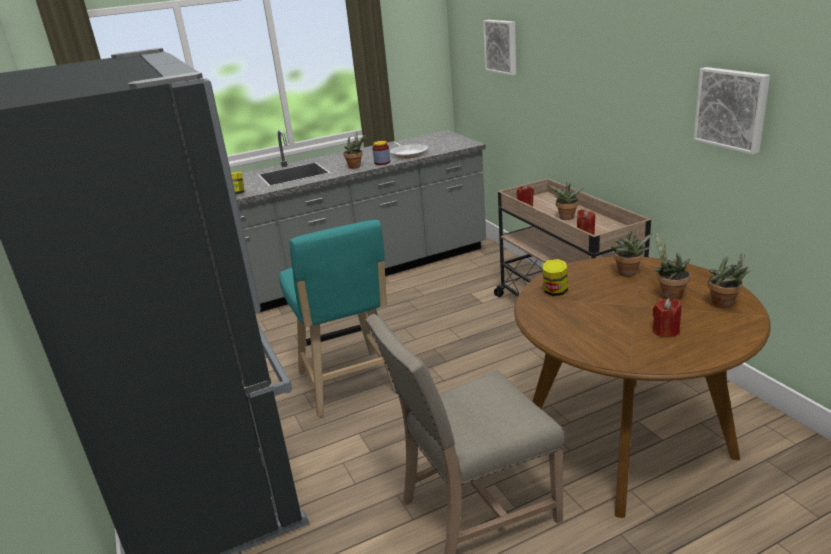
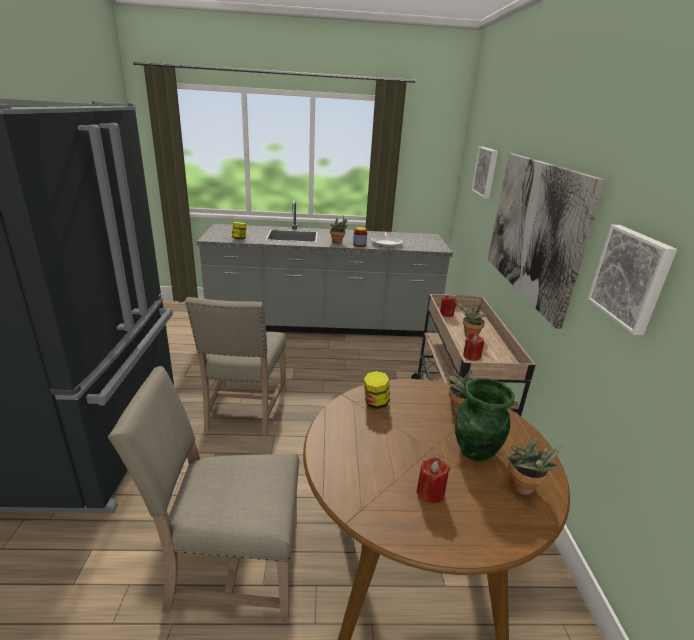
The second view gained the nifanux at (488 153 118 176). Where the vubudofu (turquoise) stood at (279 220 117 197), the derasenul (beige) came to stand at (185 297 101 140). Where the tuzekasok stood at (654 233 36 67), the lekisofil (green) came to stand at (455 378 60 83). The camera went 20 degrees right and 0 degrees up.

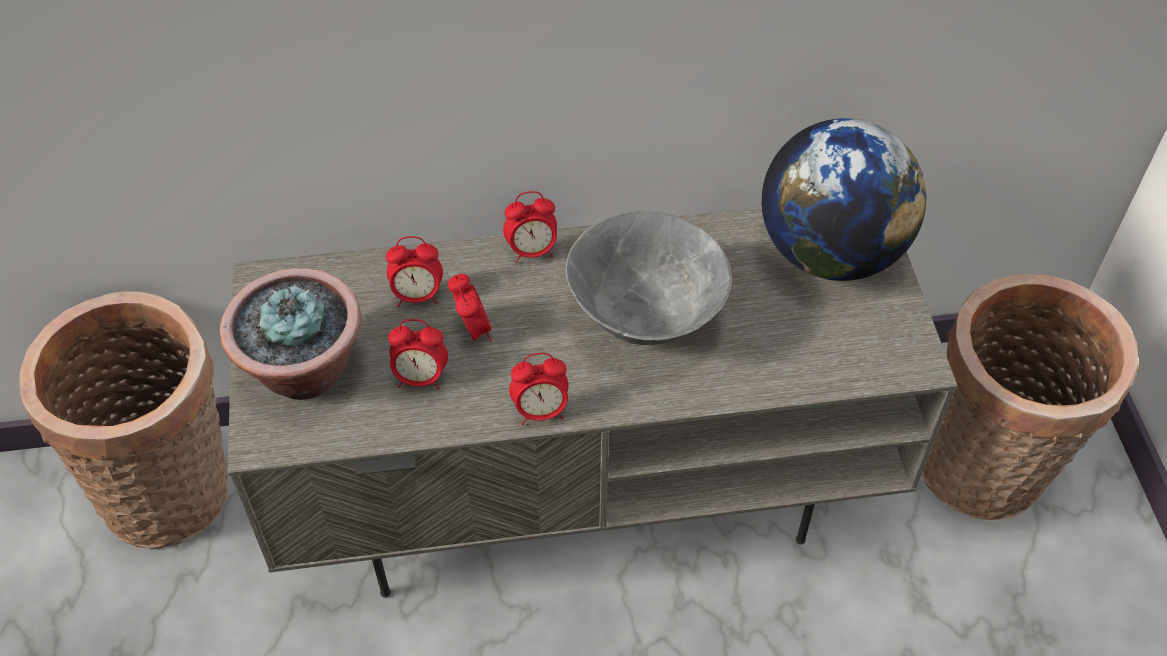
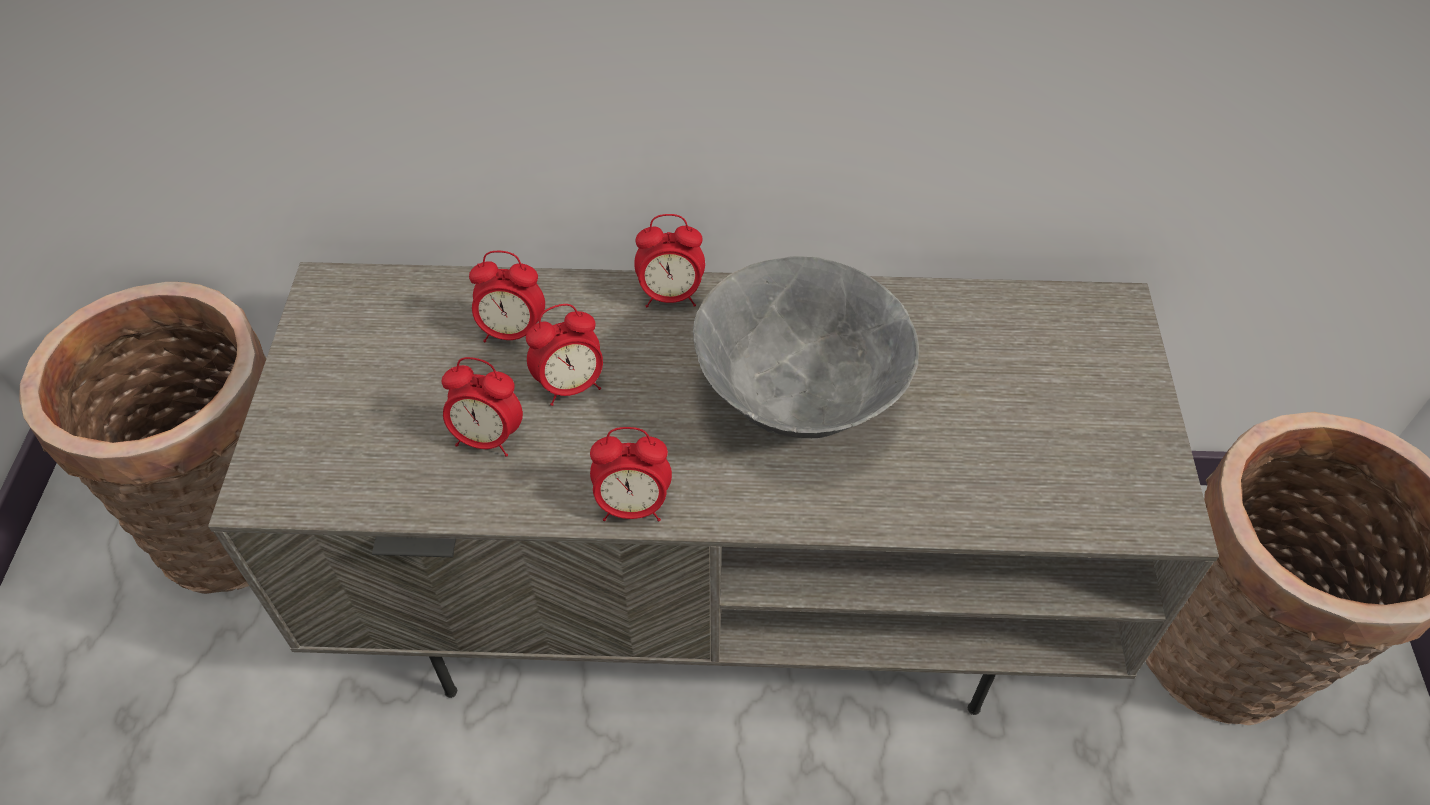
The second view lost the tuzekasok at (220 268 141 132). The second view lost the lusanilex at (762 118 164 163). The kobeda at (448 274 44 68) ended up facing another way, 75 degrees clockwise from before. The camera went 10 degrees right and 0 degrees up.

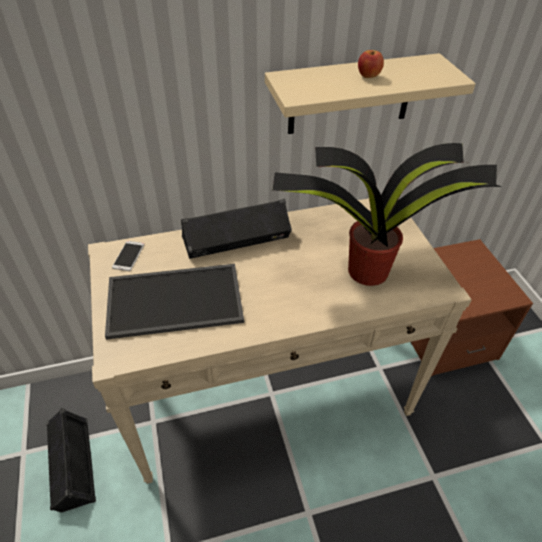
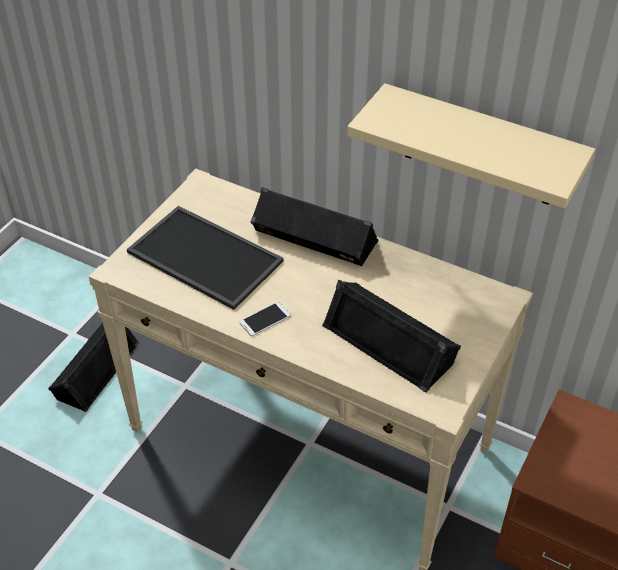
The second view lost the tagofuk at (358 50 26 28). The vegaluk ended up elsewhere, having gone from (112 241 32 30) to (240 302 51 34). Where the tuzekasok stood at (273 143 228 143), the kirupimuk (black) came to stand at (322 280 139 113). The camera went 45 degrees right and 0 degrees up.

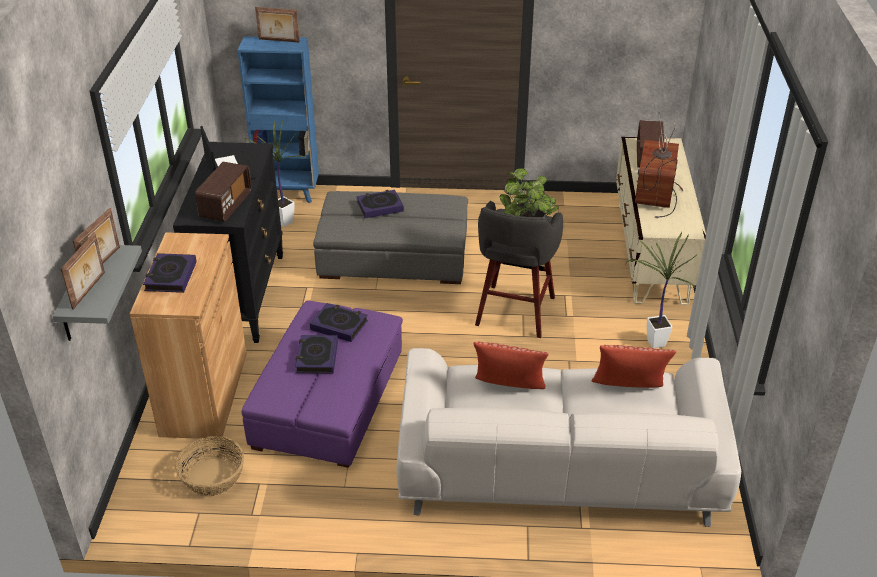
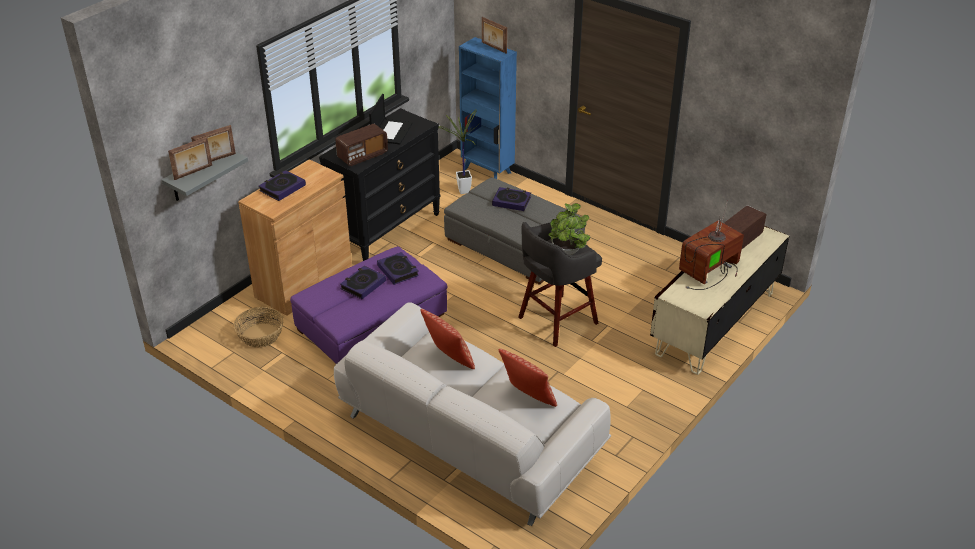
The second view lost the tuzekasok at (625 232 73 116). The camera went 35 degrees right and 0 degrees up.

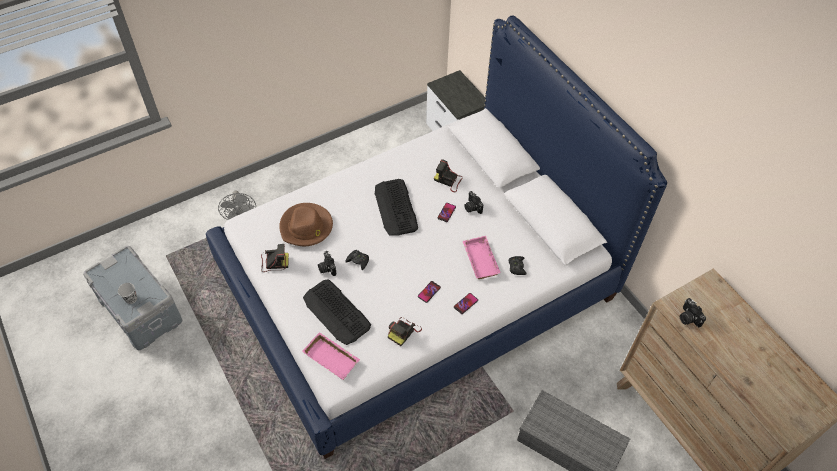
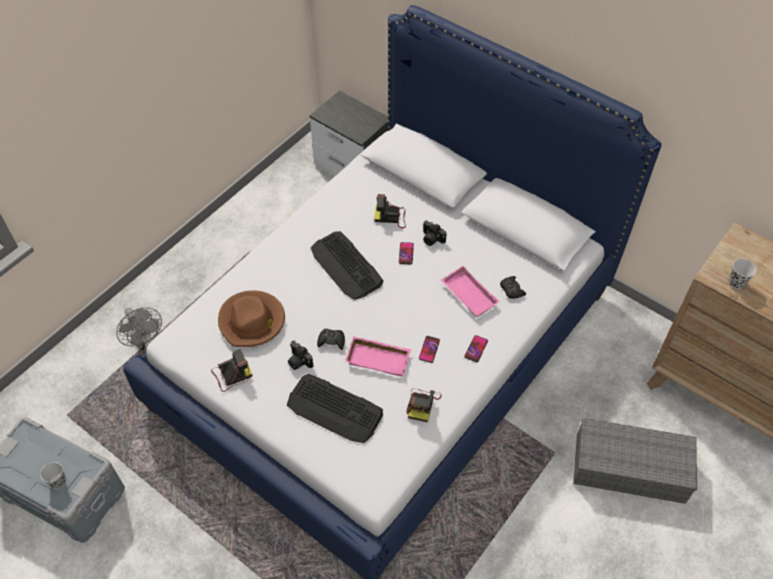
The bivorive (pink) ended up elsewhere, having gone from (302 332 58 48) to (345 336 66 40). Where the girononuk stood at (680 298 26 29), the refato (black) came to stand at (729 259 27 30). The camera went 20 degrees left and 0 degrees up.

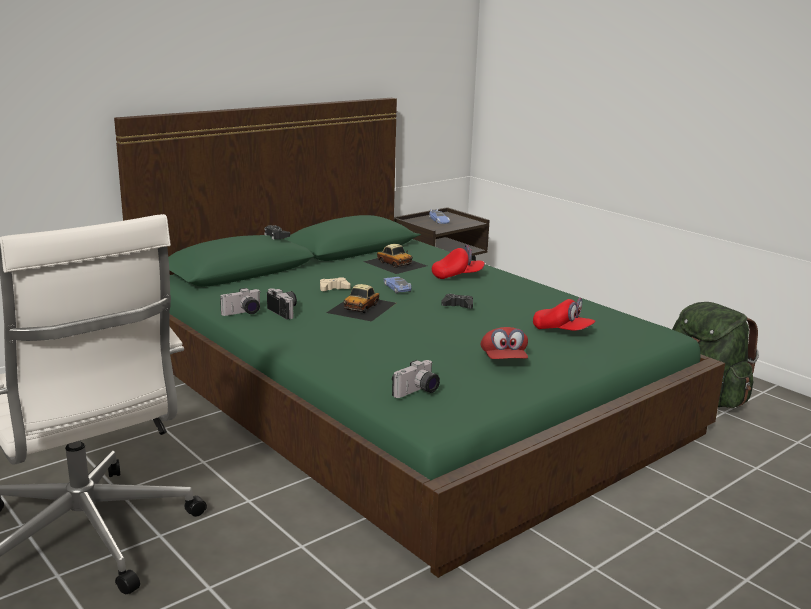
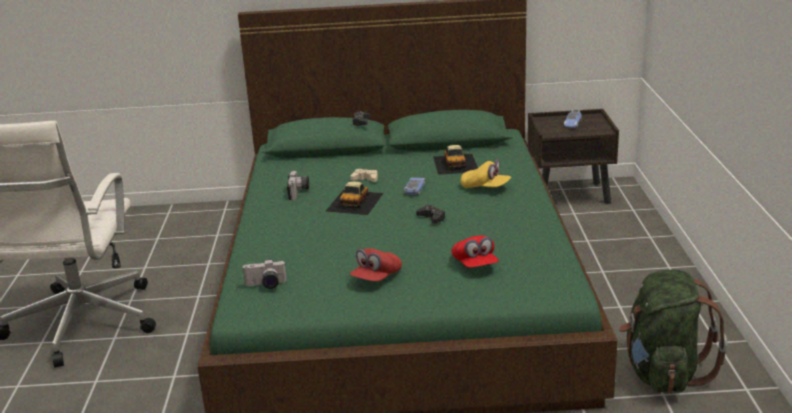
The second view lost the girononuk at (220 288 41 28). What was the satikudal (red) at (432 245 53 34) turned into the satikudal (yellow) at (461 159 50 29). The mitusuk at (326 284 70 38) ended up facing another way, 45 degrees counterclockwise from before. The camera went 40 degrees right and 5 degrees up.

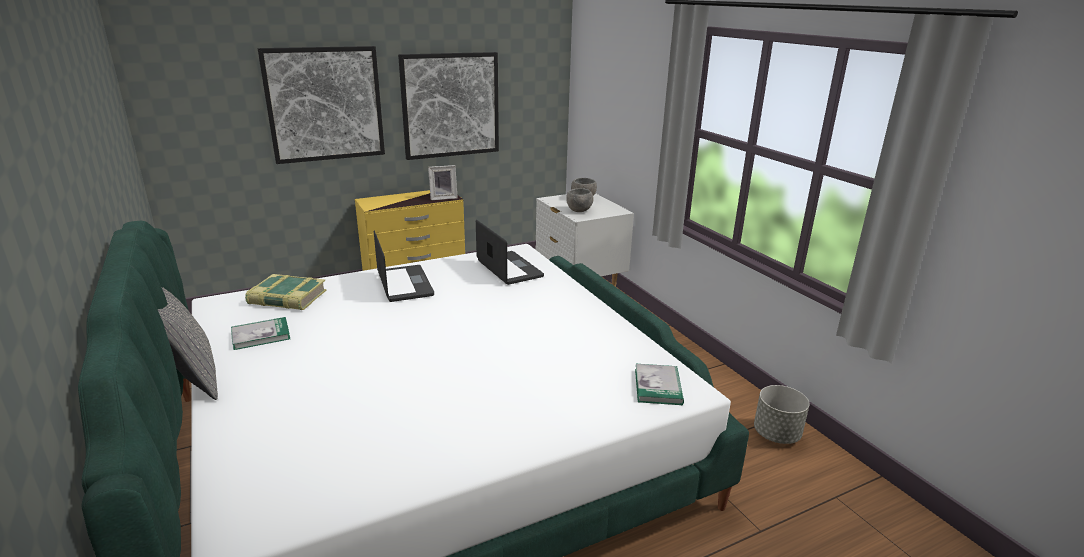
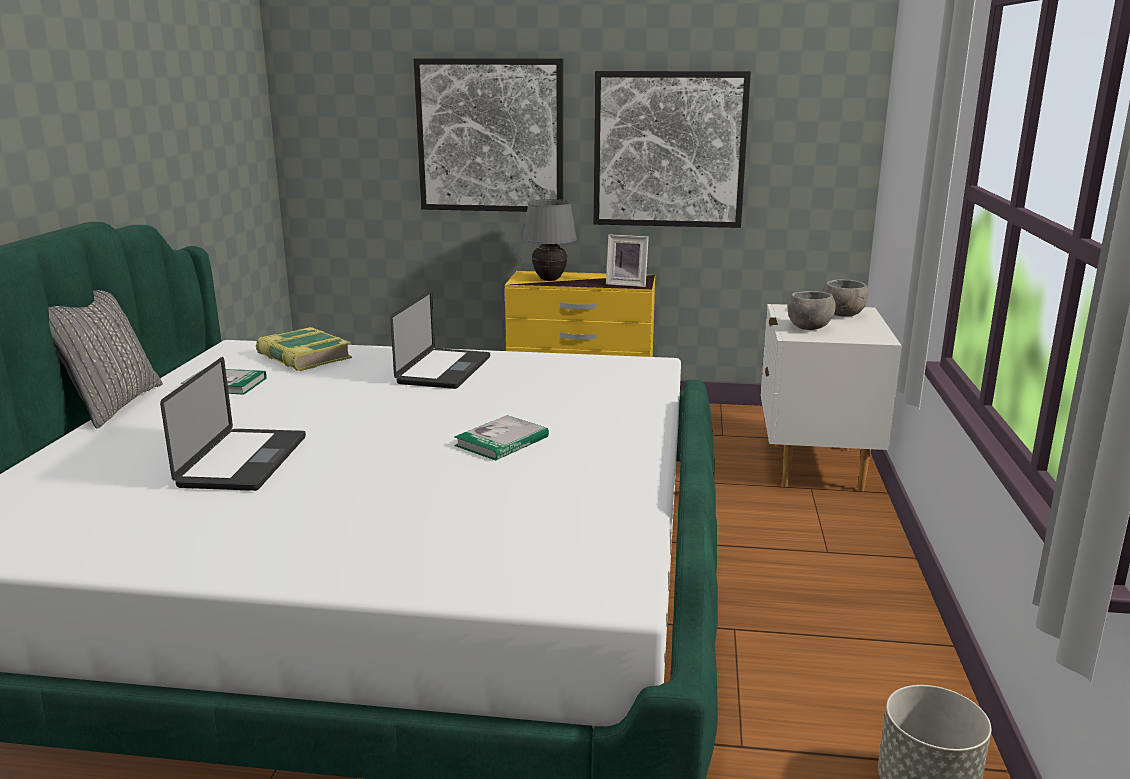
The second view gained the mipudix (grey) at (522 199 55 82). The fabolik ended up elsewhere, having gone from (476 220 68 65) to (160 357 146 134). The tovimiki ended up elsewhere, having gone from (635 364 49 41) to (454 415 95 46). The camera went 35 degrees right and 5 degrees down.

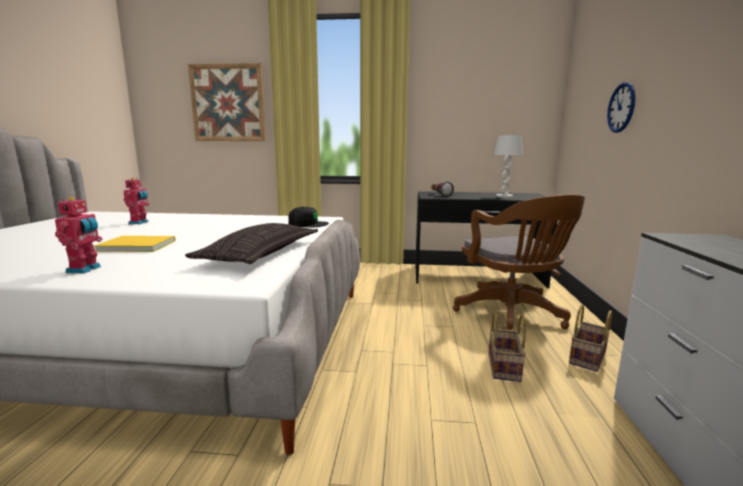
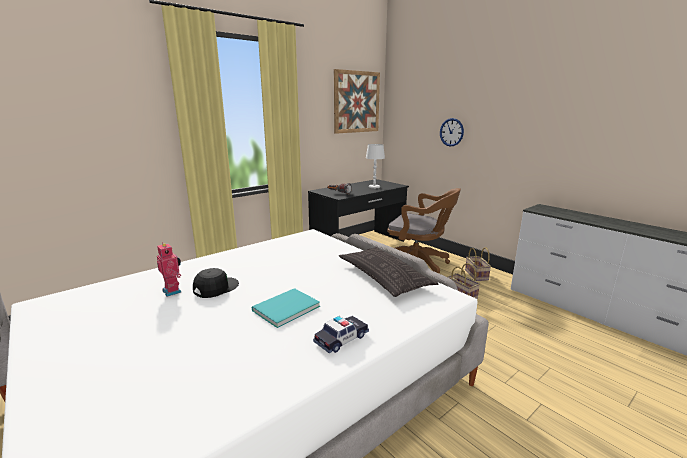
The nifanux ended up elsewhere, having gone from (188 63 78 78) to (334 69 46 65). The satikudal (black) ended up elsewhere, having gone from (288 207 41 20) to (193 268 46 30). Where the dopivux stood at (55 197 48 76), the mitusuk came to stand at (313 316 56 37). What was the tovimiki (yellow) at (94 236 82 16) turned into the tovimiki (turquoise) at (252 288 68 40). The camera went 45 degrees left and 5 degrees up.

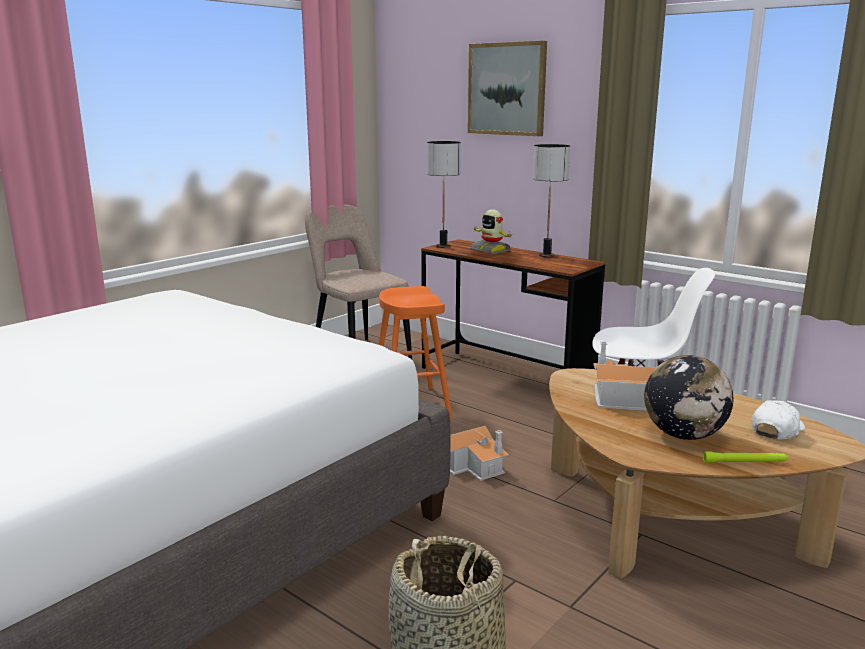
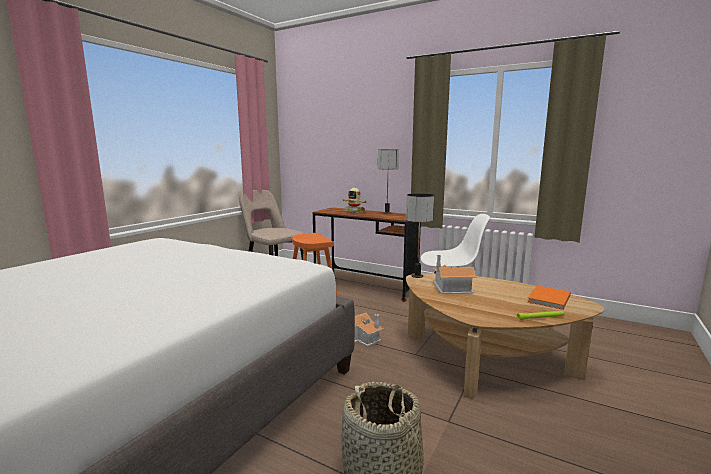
The second view lost the nifanux at (468 41 79 95). The second view lost the lusanilex at (644 355 90 85). The mipudix ended up elsewhere, having gone from (427 141 34 107) to (406 193 28 85). Where the satikudal (white) stood at (752 400 53 40), the tovimiki (orange) came to stand at (527 285 44 25). The camera went 10 degrees left and 5 degrees down.

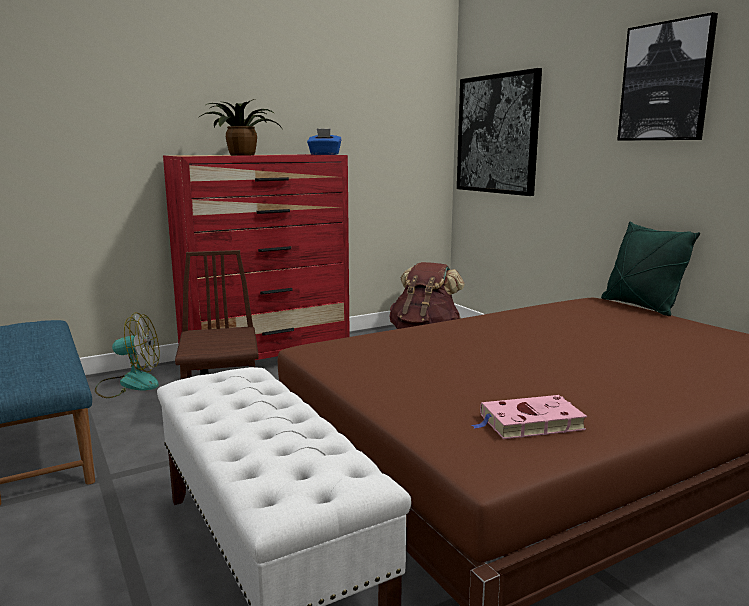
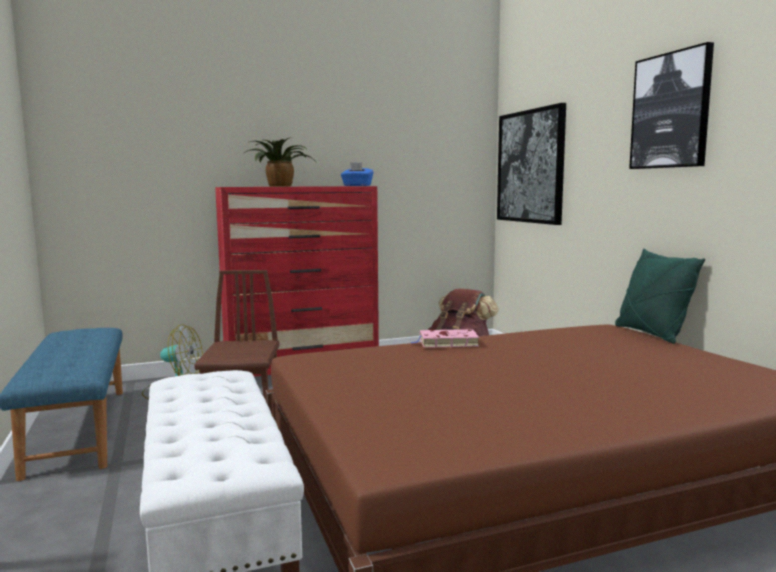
The tovimiki (pink) ended up elsewhere, having gone from (472 395 115 44) to (411 329 68 19). The camera went 10 degrees right and 5 degrees down.

